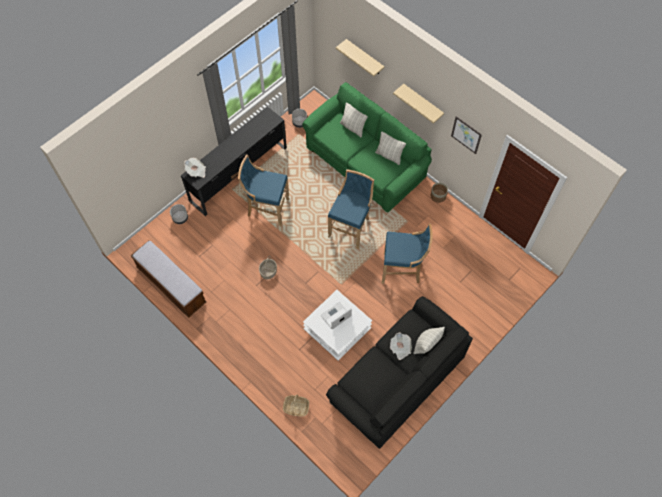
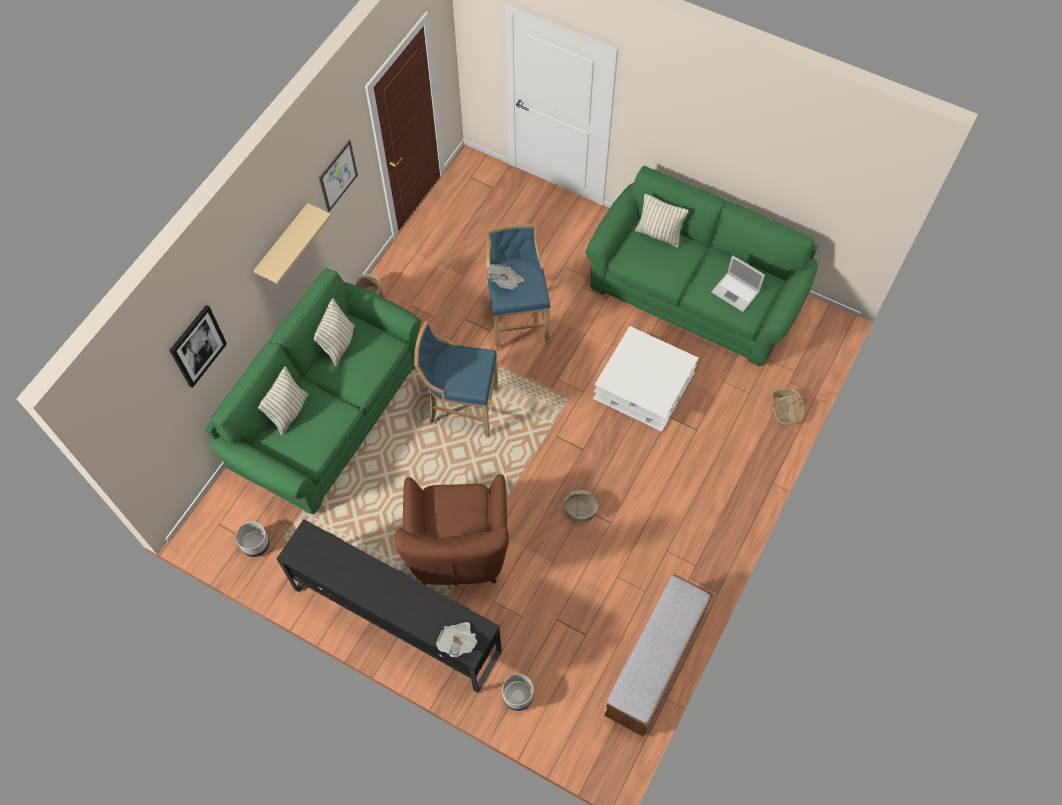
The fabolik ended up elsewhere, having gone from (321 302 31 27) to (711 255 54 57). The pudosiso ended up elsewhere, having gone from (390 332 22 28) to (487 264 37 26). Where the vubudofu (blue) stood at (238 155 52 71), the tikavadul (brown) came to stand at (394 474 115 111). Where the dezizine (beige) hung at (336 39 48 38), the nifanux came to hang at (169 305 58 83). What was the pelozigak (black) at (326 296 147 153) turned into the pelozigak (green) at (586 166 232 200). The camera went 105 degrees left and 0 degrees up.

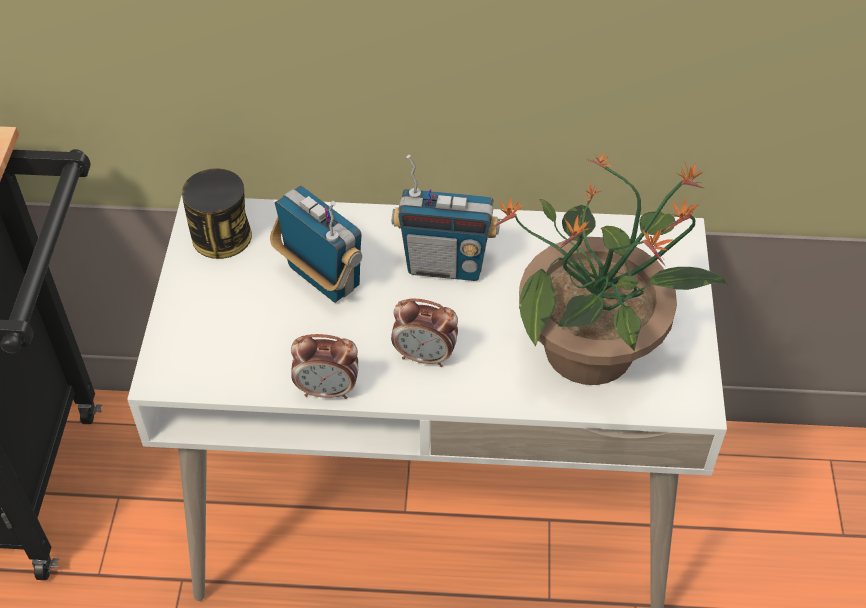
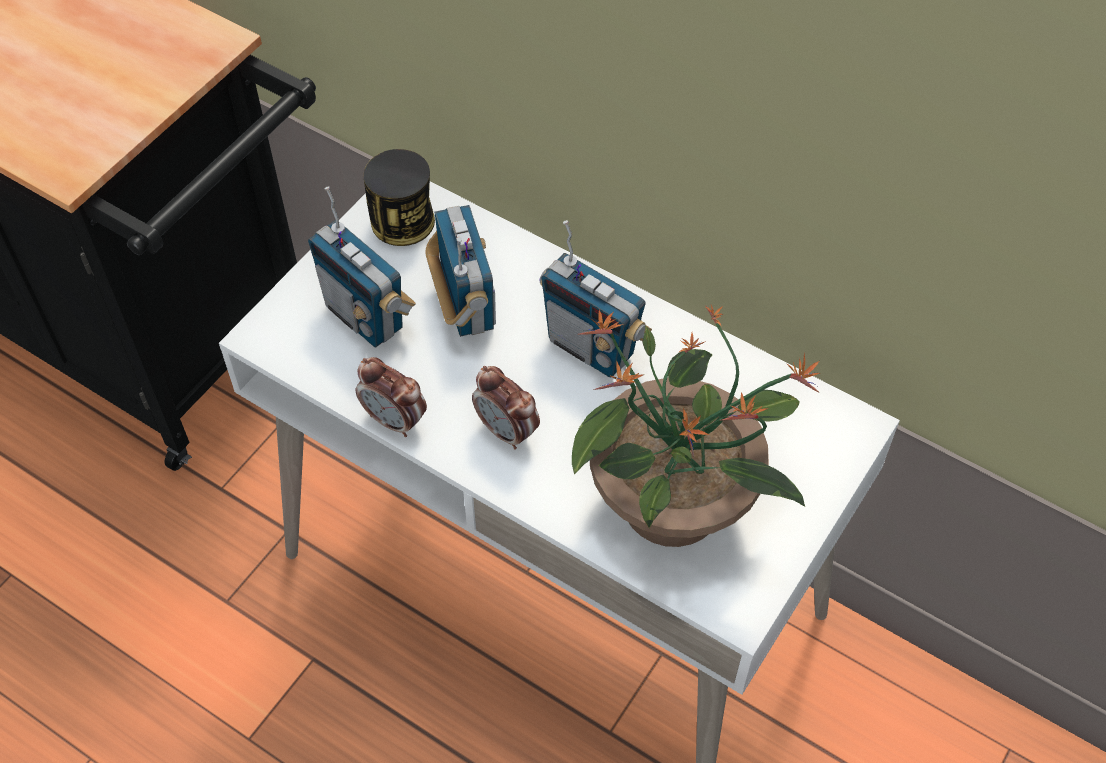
The second view gained the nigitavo at (308 186 108 162). The camera went 30 degrees right and 5 degrees up.

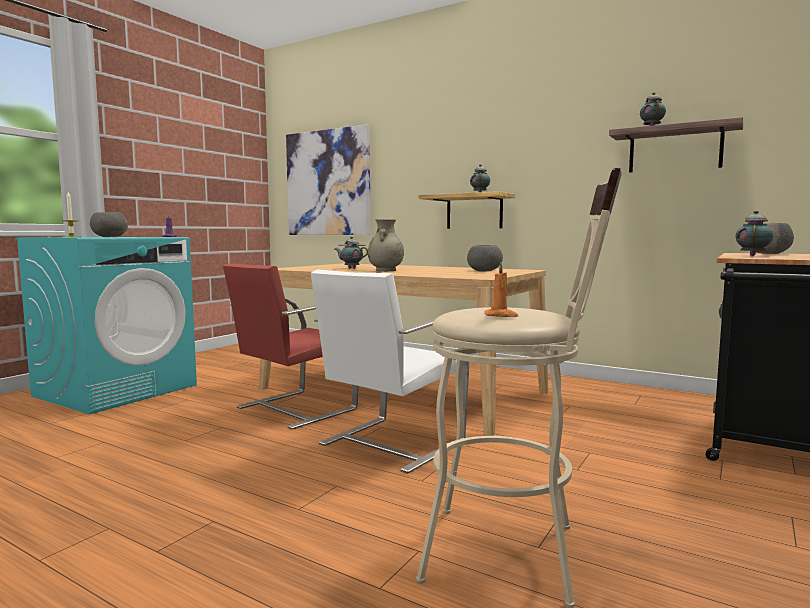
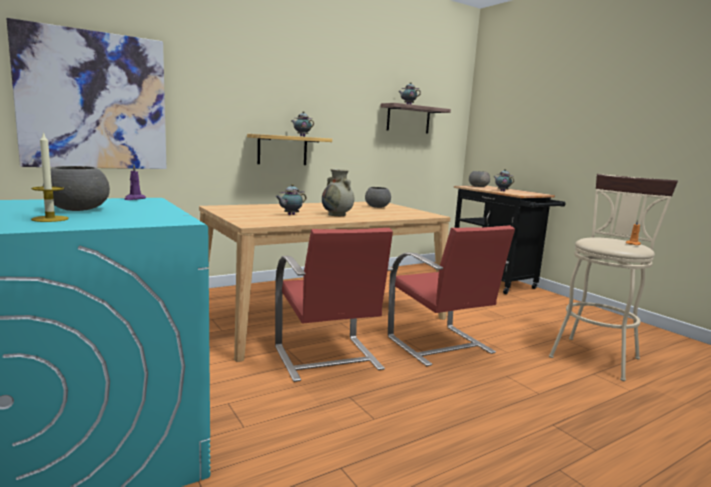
What was the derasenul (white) at (311 269 158 204) turned into the derasenul (red) at (388 225 127 141). The camera went 65 degrees left and 5 degrees up.

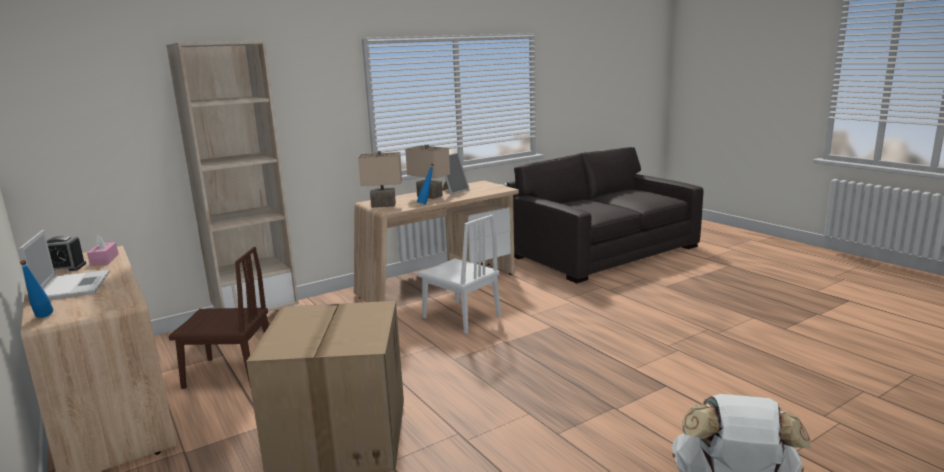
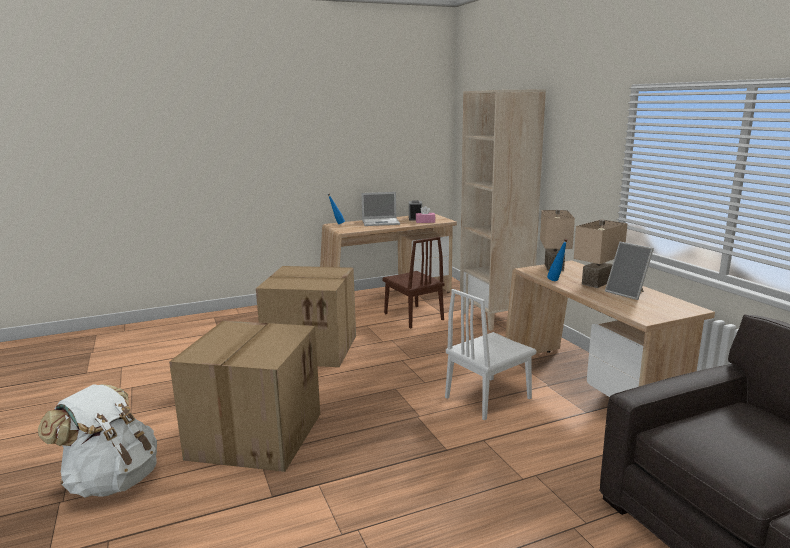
The second view gained the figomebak at (169 321 151 151). The derasenul (brown) at (169 247 100 142) ended up facing another way, 45 degrees counterclockwise from before. The camera went 100 degrees right and 0 degrees up.

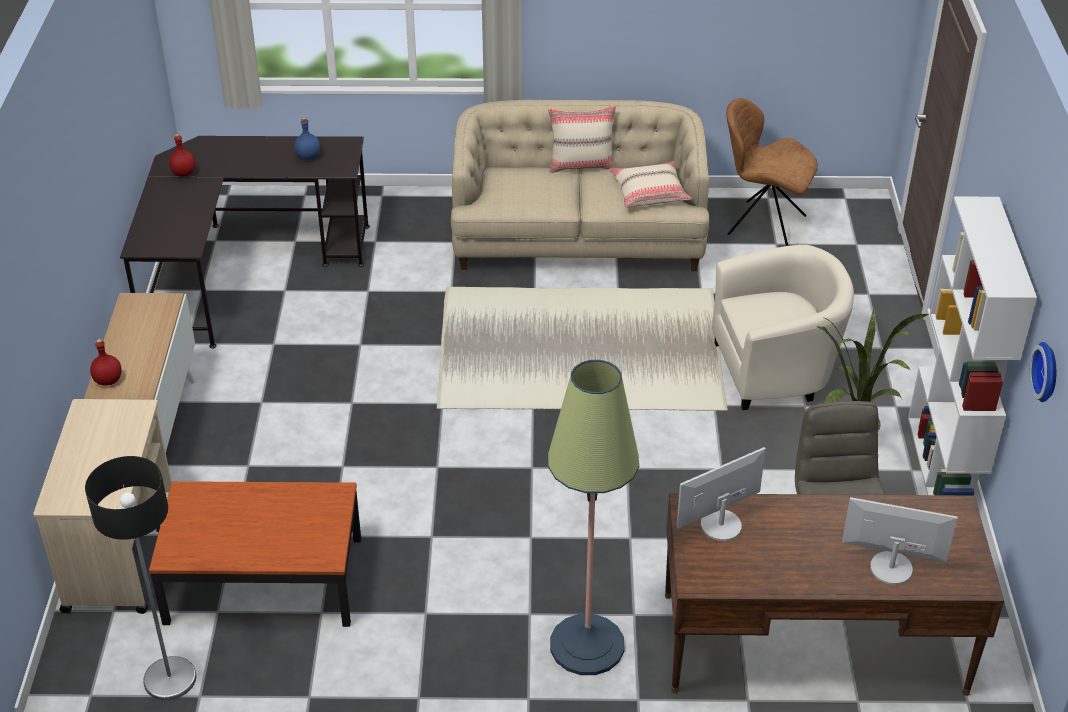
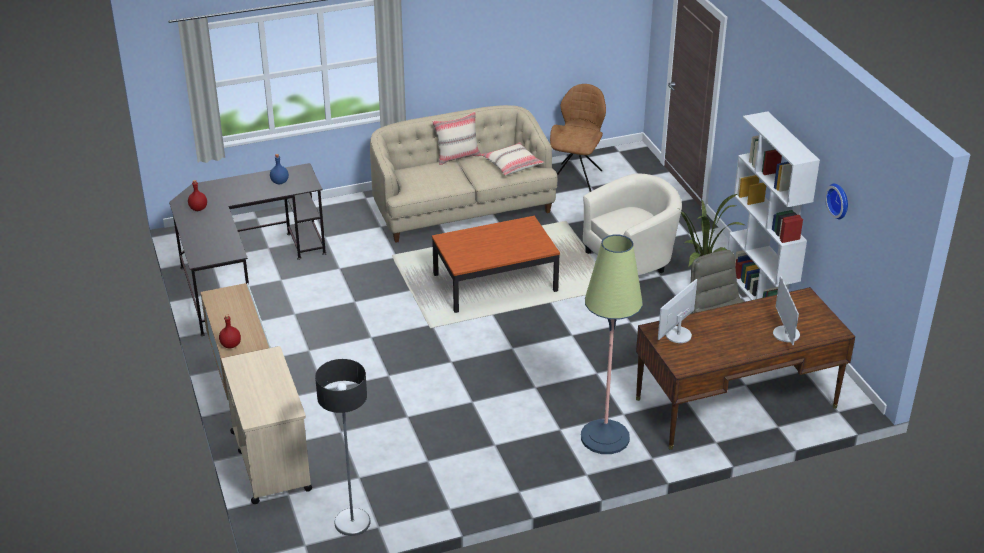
The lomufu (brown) ended up elsewhere, having gone from (149 481 212 146) to (432 216 128 97). The derasenul (brown) at (726 98 92 148) ended up facing another way, 105 degrees clockwise from before. The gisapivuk at (842 497 116 88) ended up facing another way, 90 degrees counterclockwise from before. The camera went 20 degrees left and 5 degrees down.

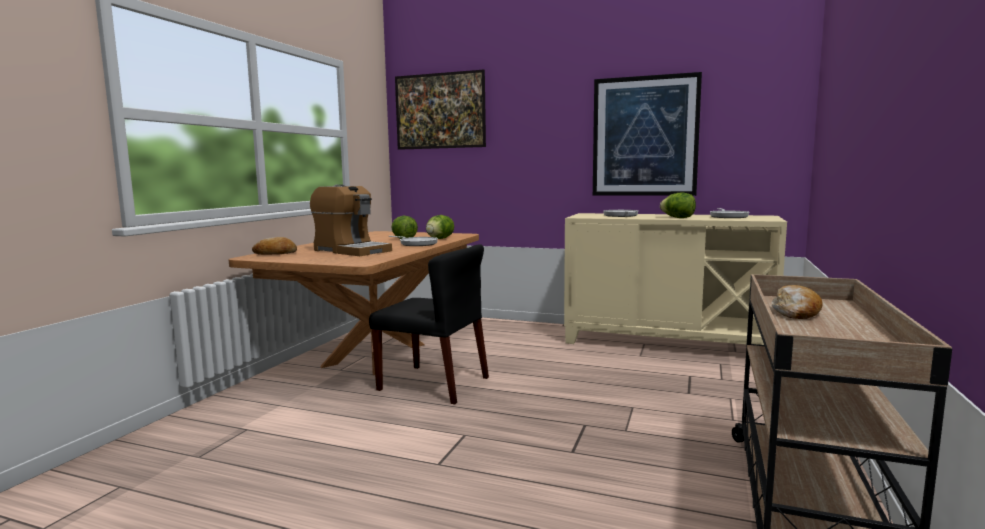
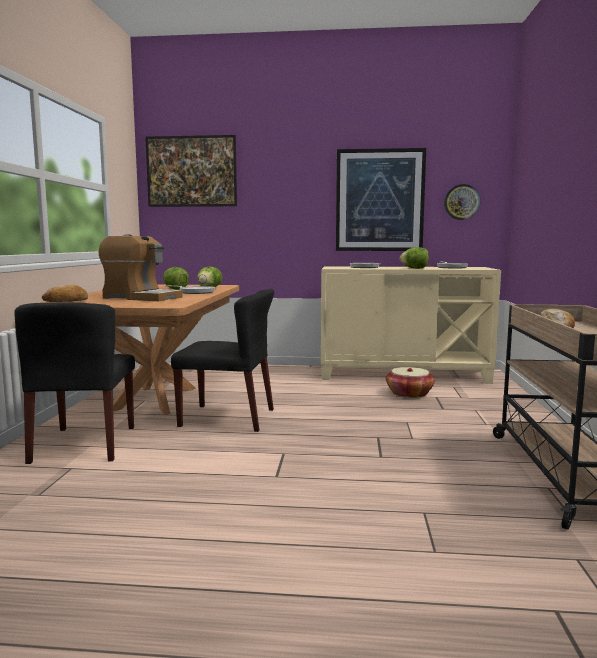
The second view gained the derasenul (black) at (14 302 121 162). The second view gained the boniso at (386 367 49 31). The second view gained the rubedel at (444 184 37 36). The camera went 15 degrees left and 0 degrees up.

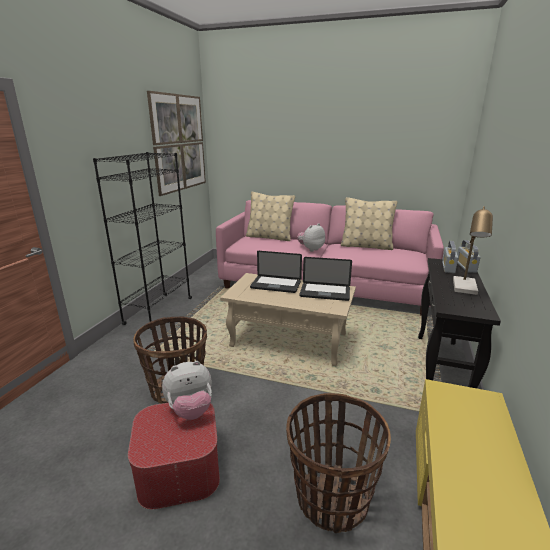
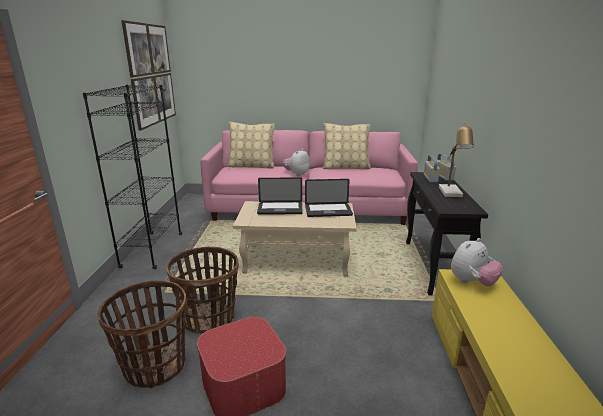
The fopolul ended up elsewhere, having gone from (162 361 50 59) to (451 238 52 48). The boniso ended up elsewhere, having gone from (286 393 105 140) to (98 280 89 108). The camera went 15 degrees left and 0 degrees up.

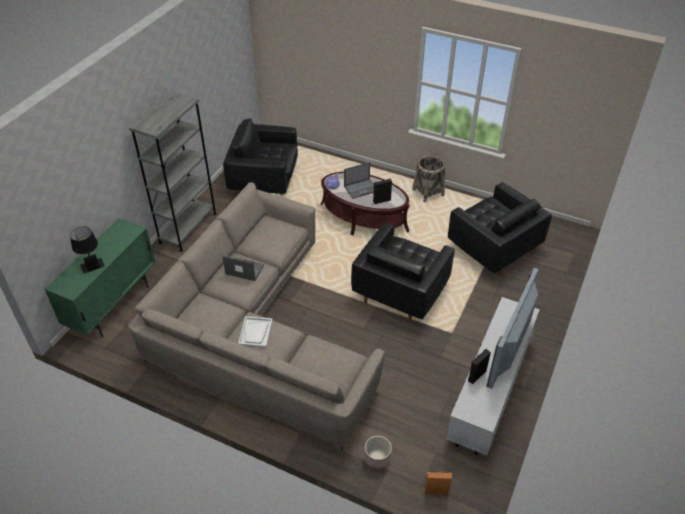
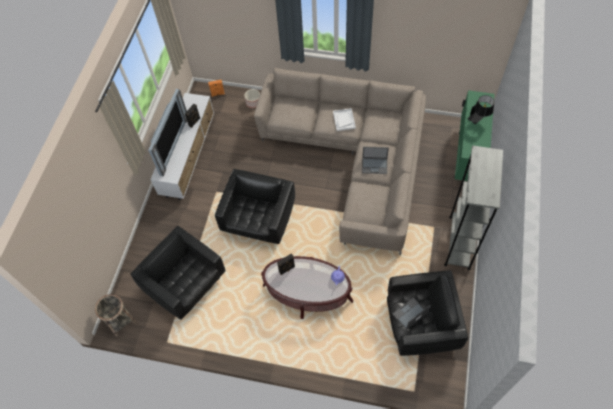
The fabolik ended up elsewhere, having gone from (344 162 30 37) to (393 297 38 33). The boniso ended up elsewhere, having gone from (413 155 32 47) to (95 294 41 42). The camera went 170 degrees right and 15 degrees up.

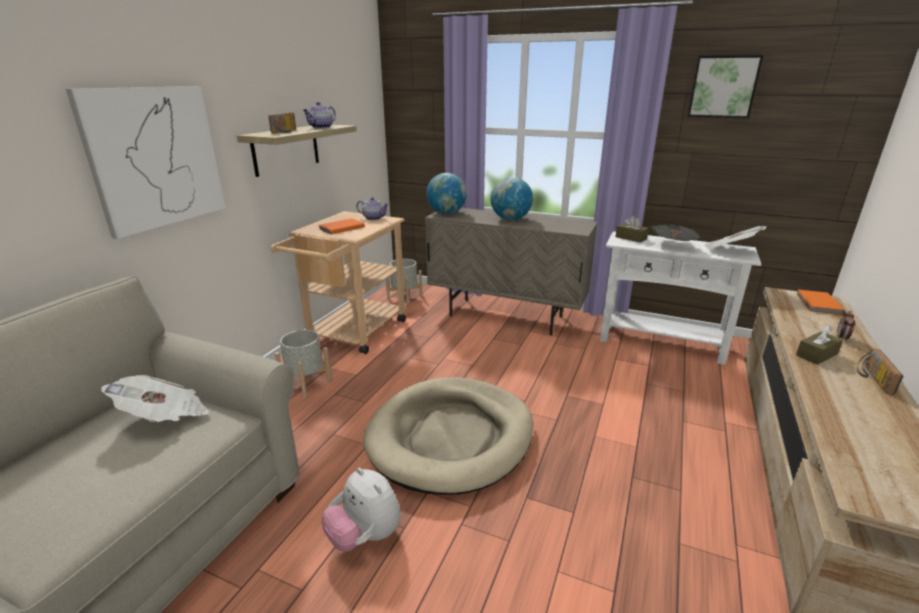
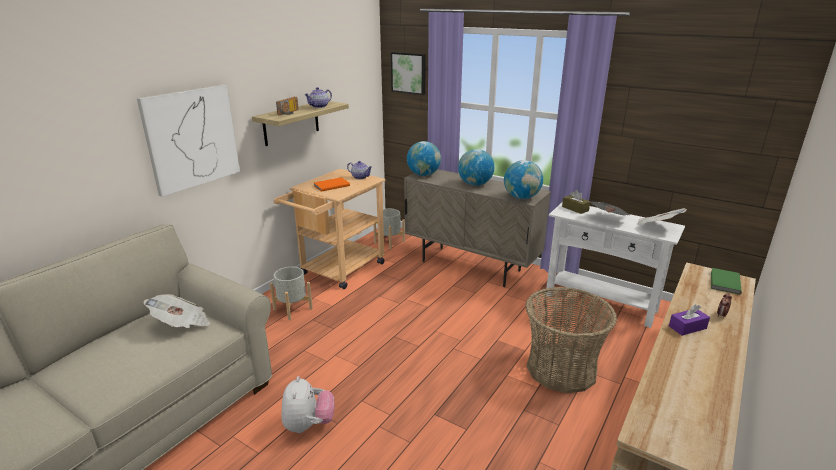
The second view lost the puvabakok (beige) at (363 377 170 118). The second view lost the nigitavo at (857 349 46 46). The second view gained the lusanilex at (504 160 39 39). The second view gained the boniso at (525 287 92 106). The nifanux ended up elsewhere, having gone from (687 55 77 64) to (391 52 35 43). What was the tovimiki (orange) at (796 289 49 26) turned into the tovimiki (green) at (711 268 31 27). What was the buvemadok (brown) at (796 326 47 39) turned into the buvemadok (purple) at (669 305 41 31). The fopolul at (322 468 79 84) ended up facing another way, 150 degrees counterclockwise from before. The camera went 10 degrees right and 0 degrees up.

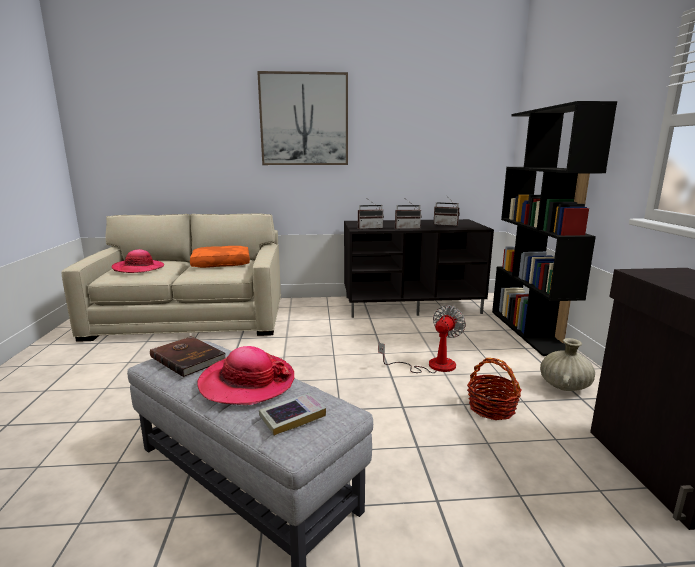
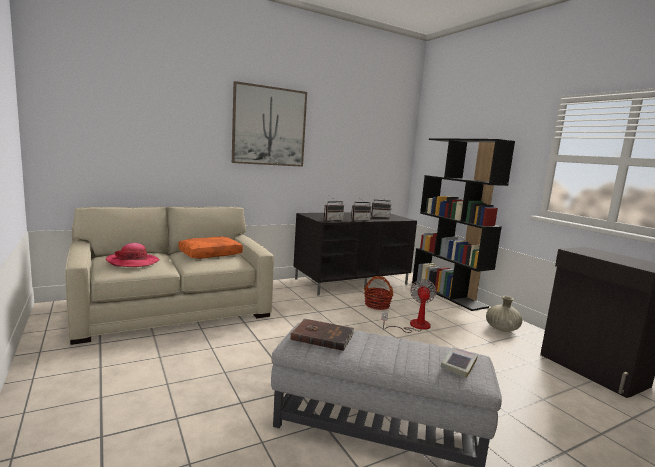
The second view lost the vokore at (197 346 98 59). The boniso ended up elsewhere, having gone from (467 358 54 62) to (364 276 29 34). The camera went 25 degrees left and 5 degrees down.

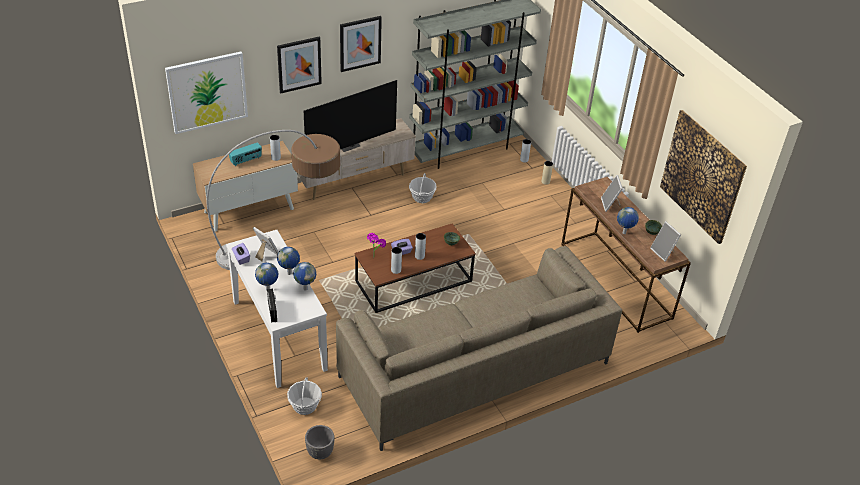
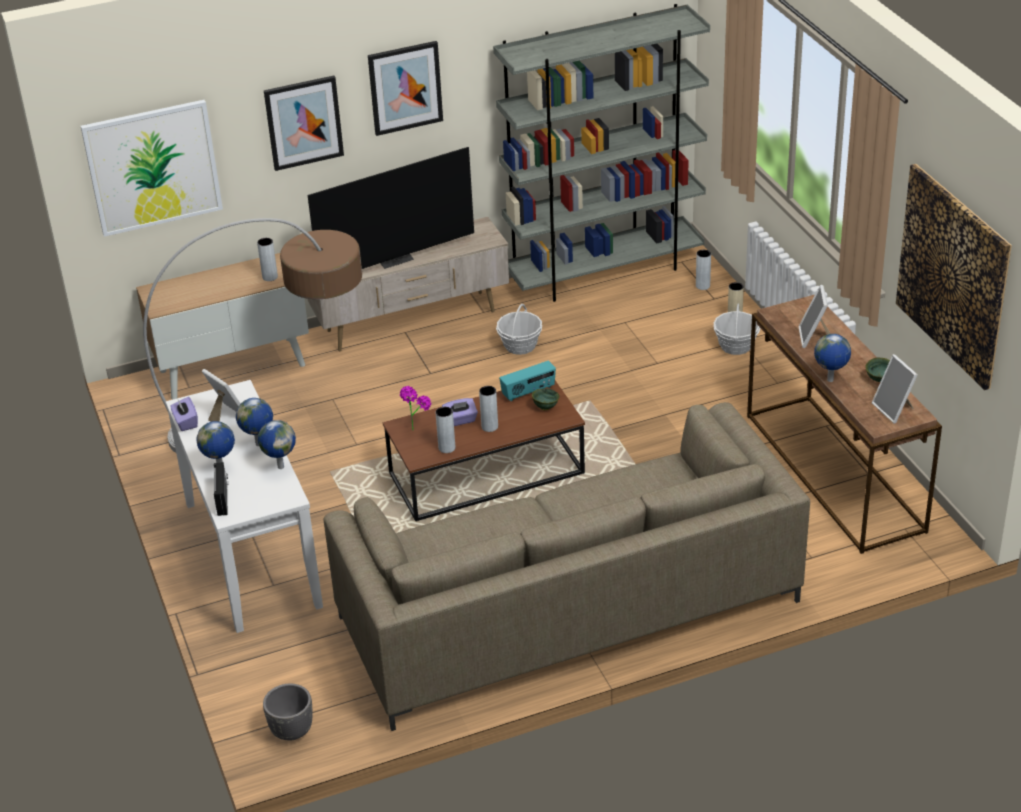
The nigitavo ended up elsewhere, having gone from (229 142 33 24) to (499 361 57 40). The boniso ended up elsewhere, having gone from (287 377 35 38) to (714 303 46 52). The camera went 10 degrees right and 5 degrees down.

